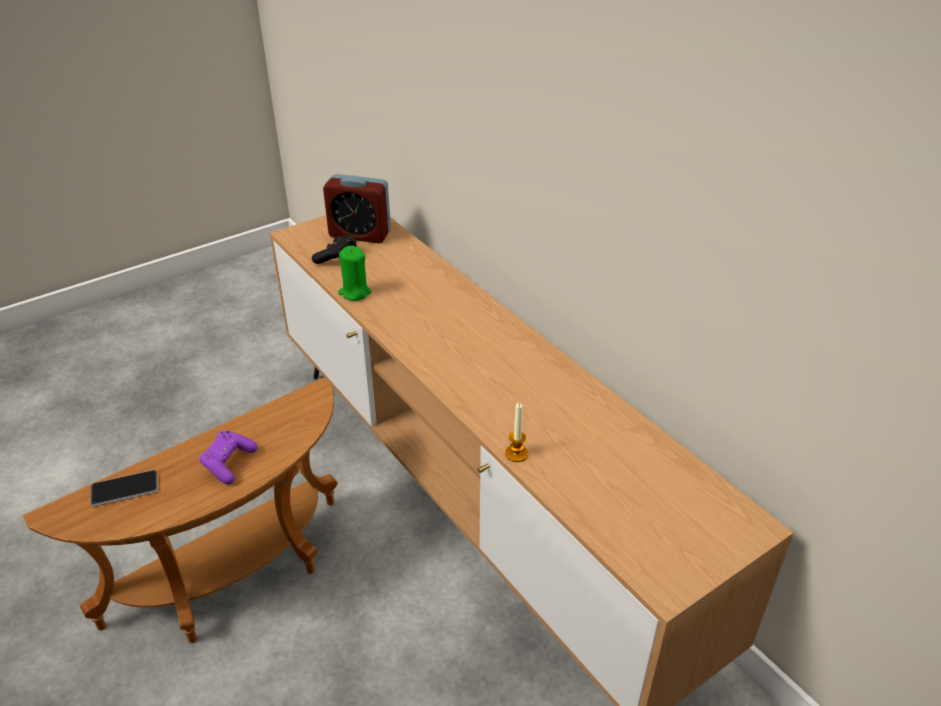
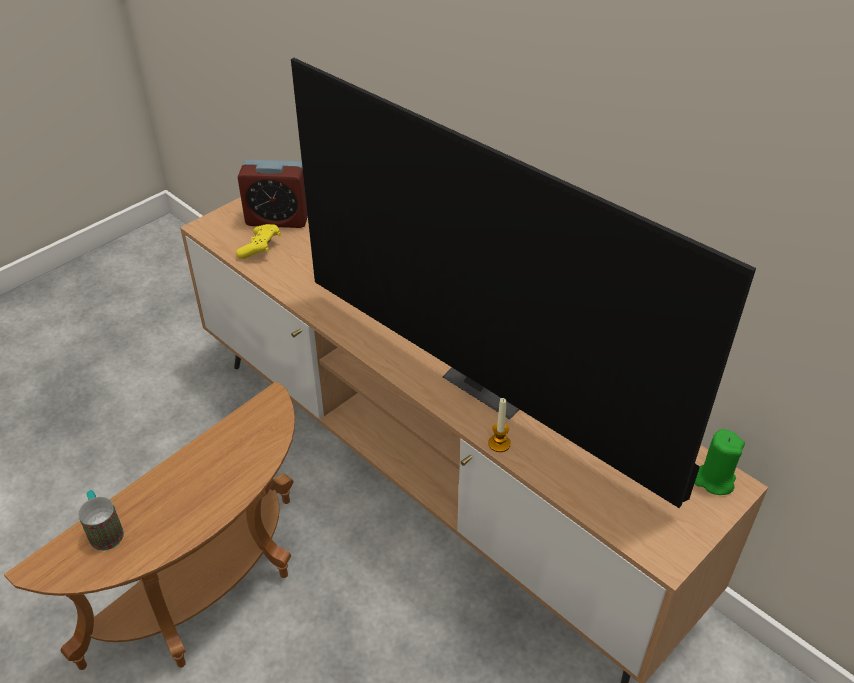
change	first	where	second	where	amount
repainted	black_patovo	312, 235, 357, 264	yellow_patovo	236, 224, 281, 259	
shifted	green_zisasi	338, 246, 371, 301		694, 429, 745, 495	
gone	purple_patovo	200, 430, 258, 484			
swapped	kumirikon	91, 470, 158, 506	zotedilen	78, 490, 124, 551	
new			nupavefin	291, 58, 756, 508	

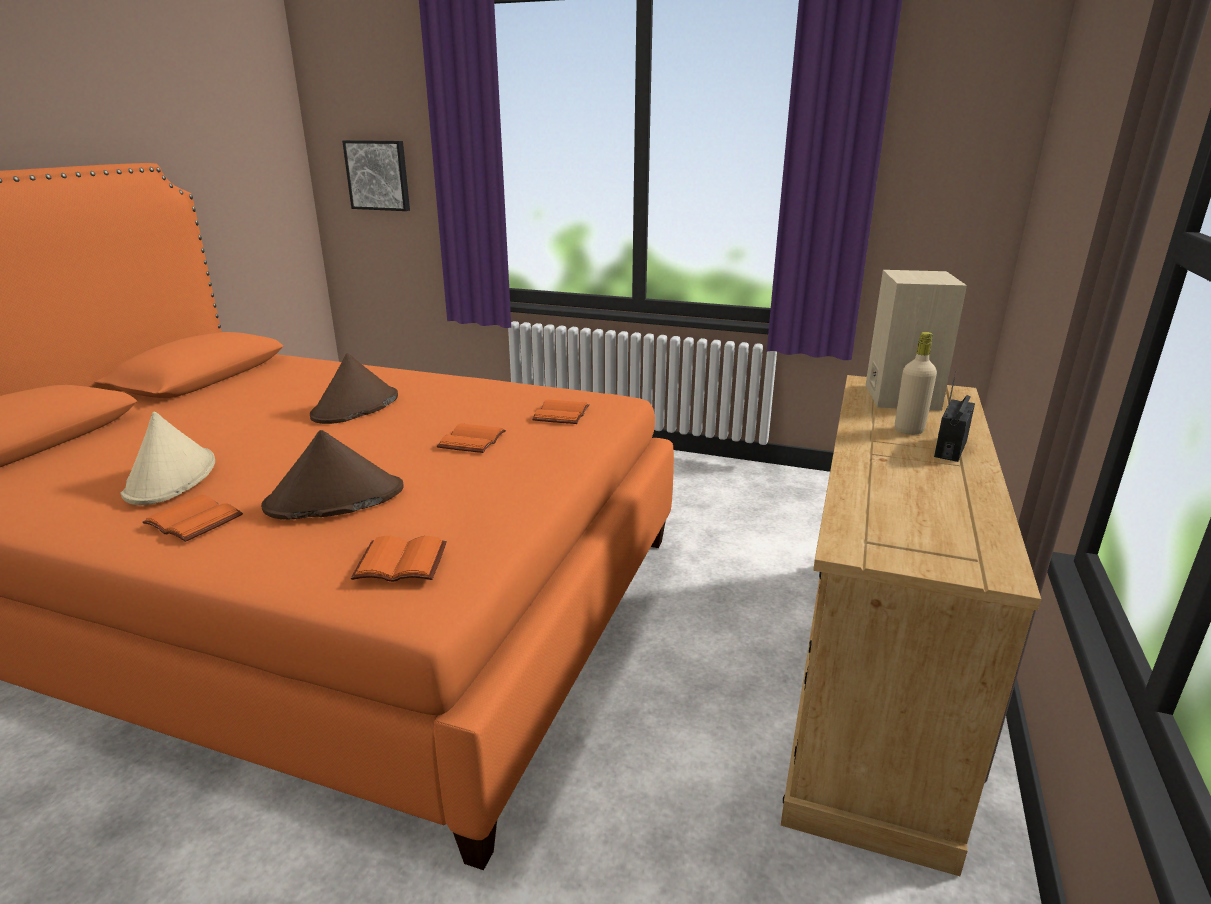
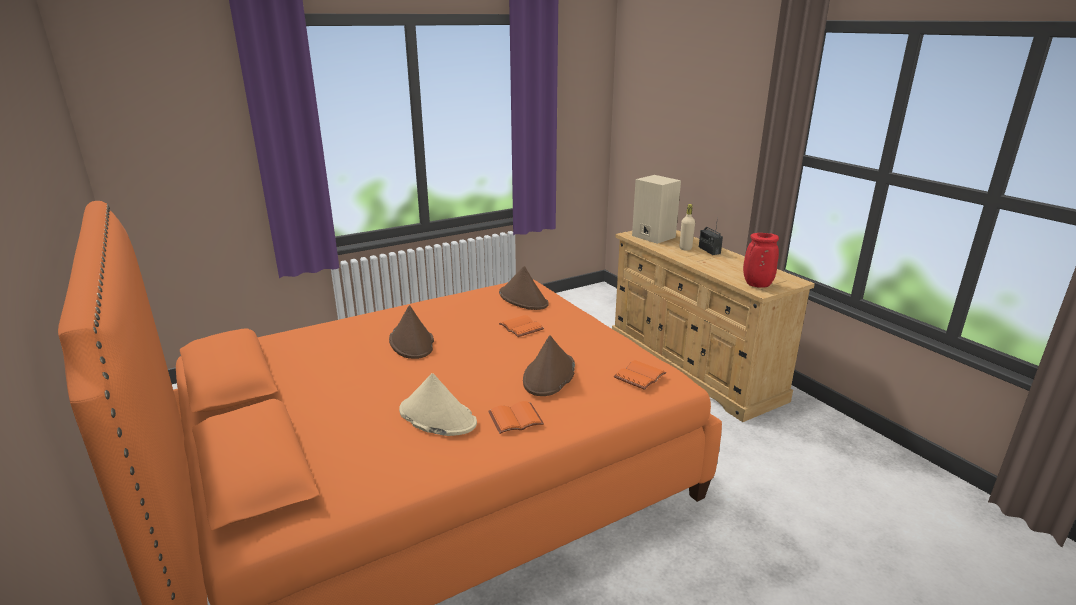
change	first	where	second	where	amount
gone	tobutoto	342, 140, 410, 211			
swapped	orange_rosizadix	532, 399, 590, 424	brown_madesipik	499, 266, 549, 310	
new			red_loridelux	743, 233, 779, 288	

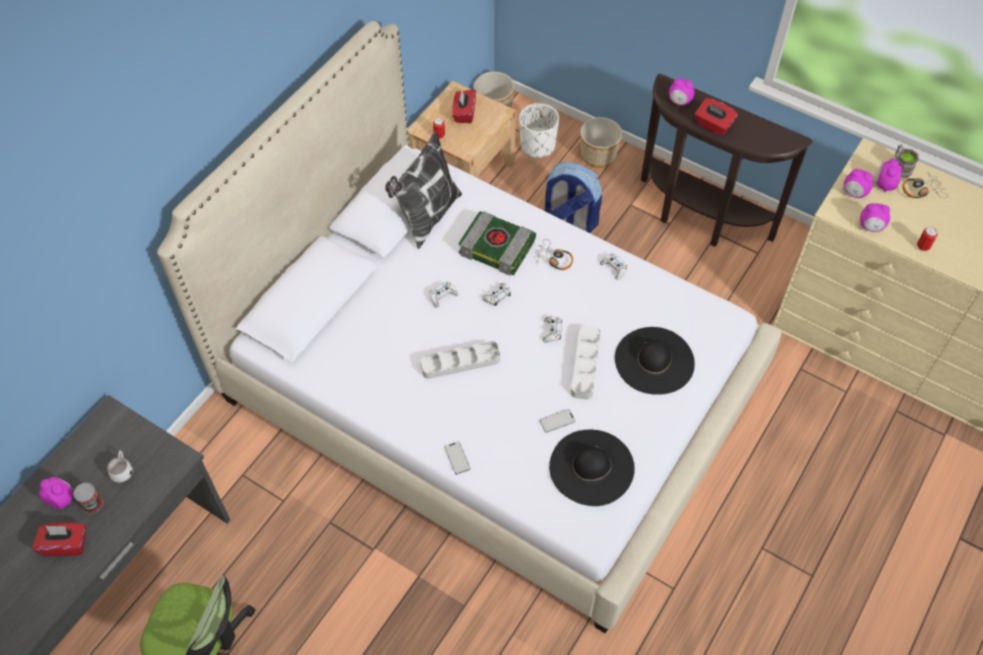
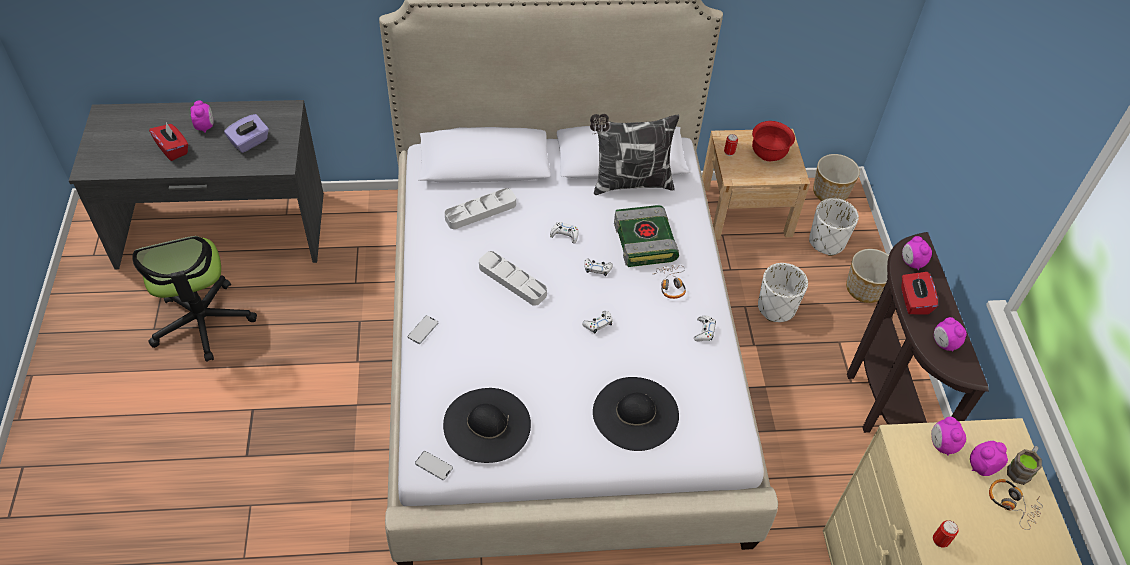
change	first	where	second	where	amount
swapped	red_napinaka	452, 89, 476, 123	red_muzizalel	752, 121, 795, 161	
swapped	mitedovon	544, 162, 602, 233	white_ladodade	758, 263, 808, 322	
shifted	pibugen	860, 203, 890, 232		934, 317, 967, 352	
shifted	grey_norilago	571, 326, 601, 400		444, 188, 516, 229	
shifted	kumirikon	540, 409, 575, 433		415, 451, 453, 480	
swapped	white_zotedilen	107, 450, 133, 483	purple_napinaka	224, 114, 269, 153	
gone	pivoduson	74, 483, 103, 513			

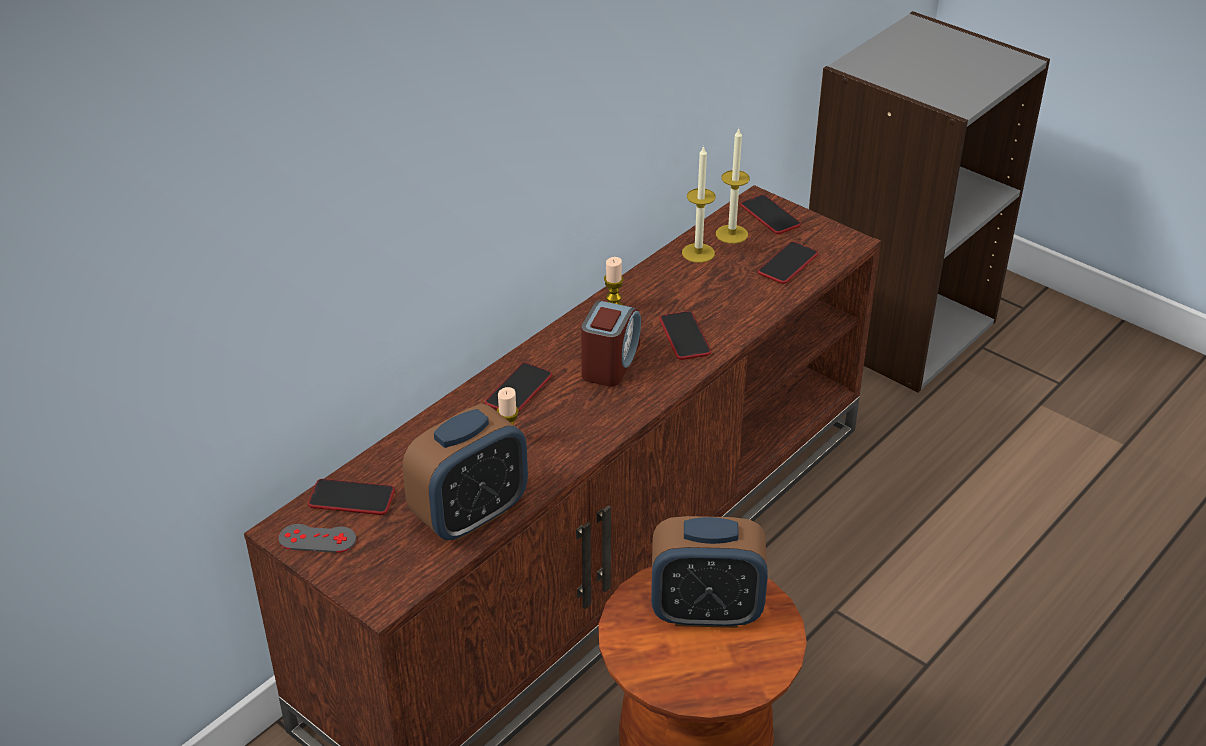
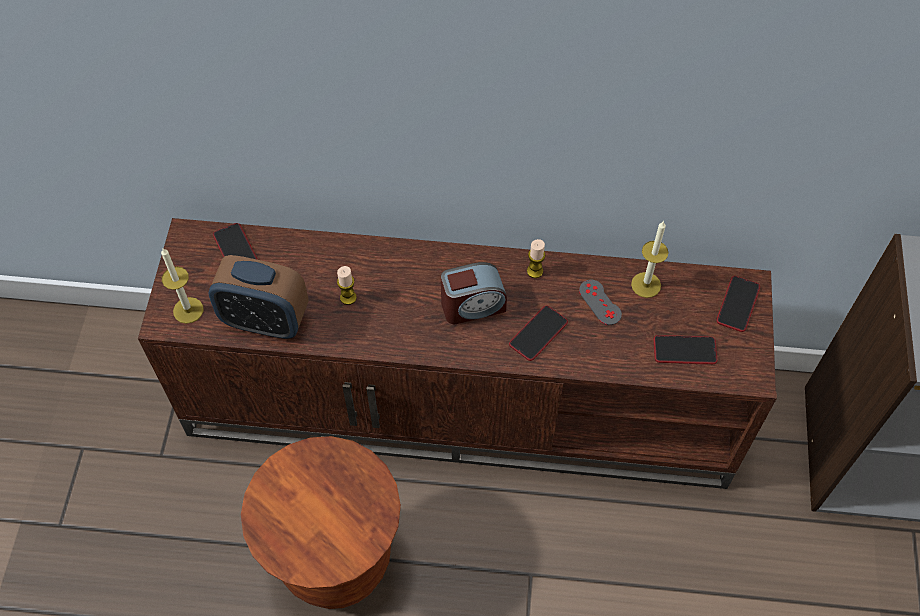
change	first	where	second	where	amount
shifted	zisasi	716, 129, 750, 244		161, 248, 204, 324	
gone	kumirikon	485, 362, 552, 411			
gone	pibugen	651, 516, 768, 628			
shifted	grey_patovo	279, 524, 356, 553		579, 280, 622, 325	

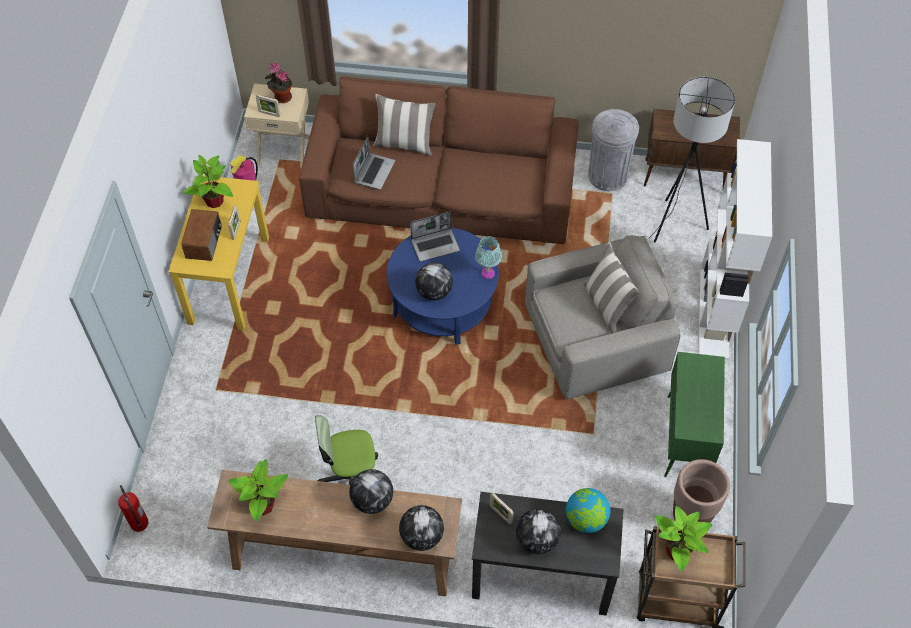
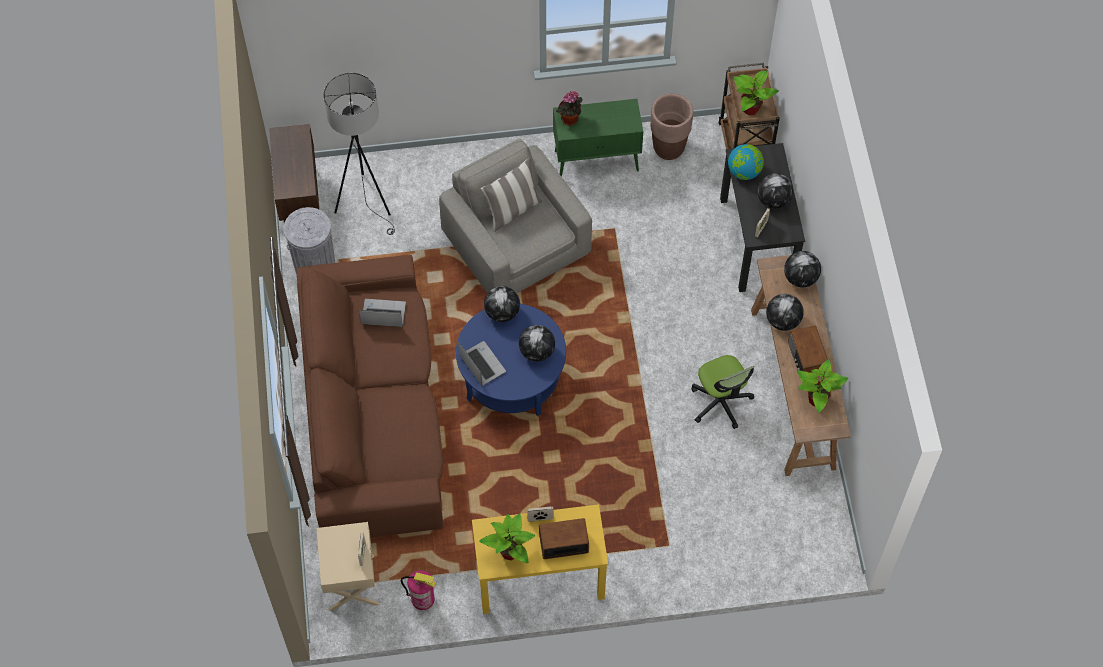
change	first	where	second	where	amount
shifted	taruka	265, 63, 292, 103		556, 91, 583, 126	
gone	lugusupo	373, 94, 436, 156			
shifted	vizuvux	352, 136, 395, 190		359, 299, 406, 327	
gone	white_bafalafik	698, 139, 772, 360			
swapped	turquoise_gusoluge	475, 236, 502, 279	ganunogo	484, 286, 520, 322	
gone	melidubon	118, 485, 149, 532			
new			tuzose	788, 325, 828, 373	

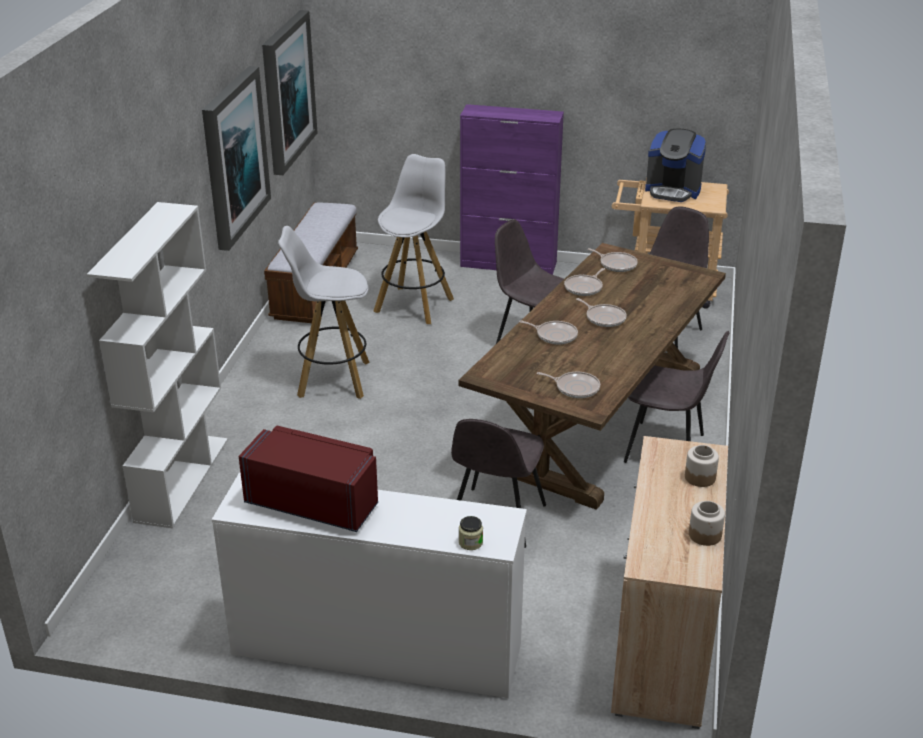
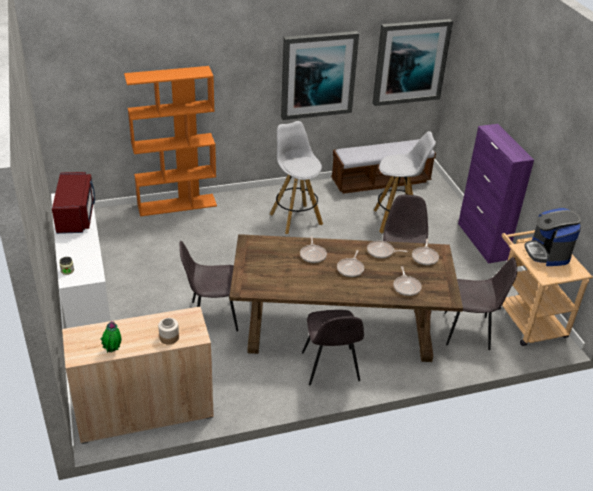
change	first	where	second	where	amount
repainted	white_bafalafik	87, 202, 228, 529	orange_bafalafik	124, 66, 217, 217	
shifted	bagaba	537, 372, 600, 398		393, 266, 422, 296	
swapped	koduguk	689, 501, 725, 546	taruka	101, 321, 122, 353	

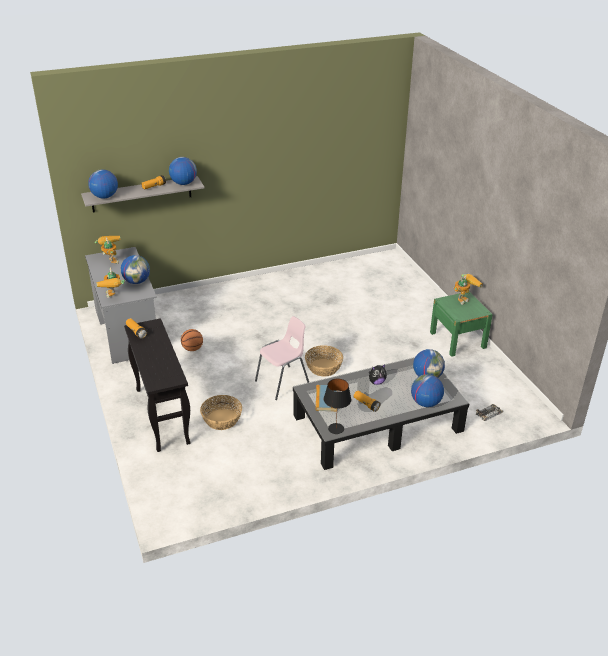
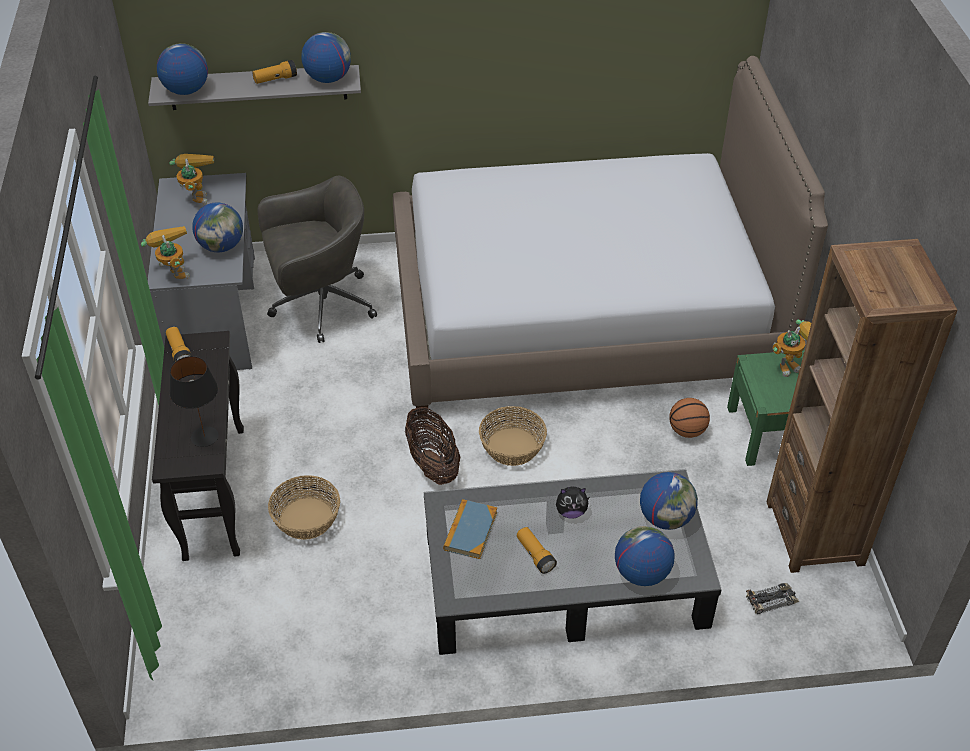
change	first	where	second	where	amount
rotated	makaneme	96, 267, 125, 298		141, 226, 190, 279	150 degrees clockwise
swapped	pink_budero	255, 316, 309, 400	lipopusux	405, 407, 460, 485	
shifted	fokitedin	181, 329, 203, 351		669, 398, 710, 438	
shifted	black_gusoluge	324, 379, 351, 434		170, 356, 219, 447	
new			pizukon	393, 56, 828, 415	
new			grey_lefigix	257, 176, 377, 343	
new			brown_bafalafik	766, 239, 958, 573	

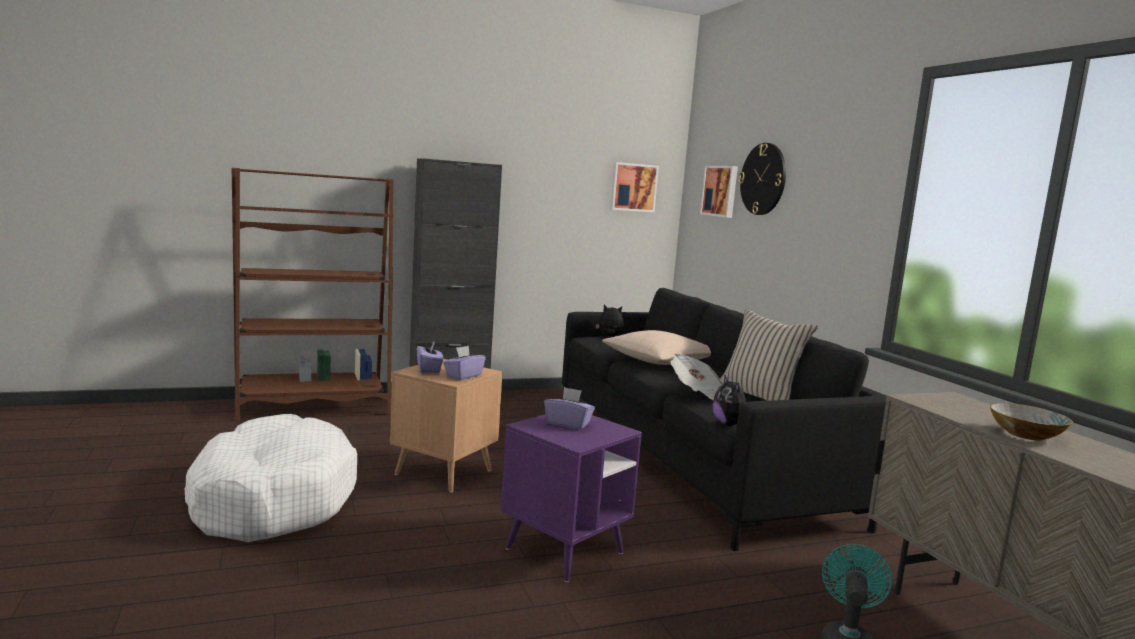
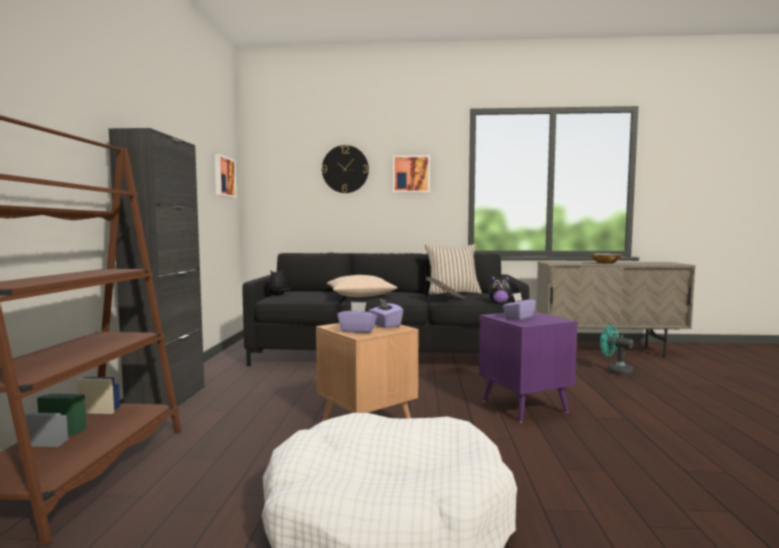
change	first	where	second	where	amount
shifted	tobutoto	700, 166, 738, 218		393, 155, 430, 193	

